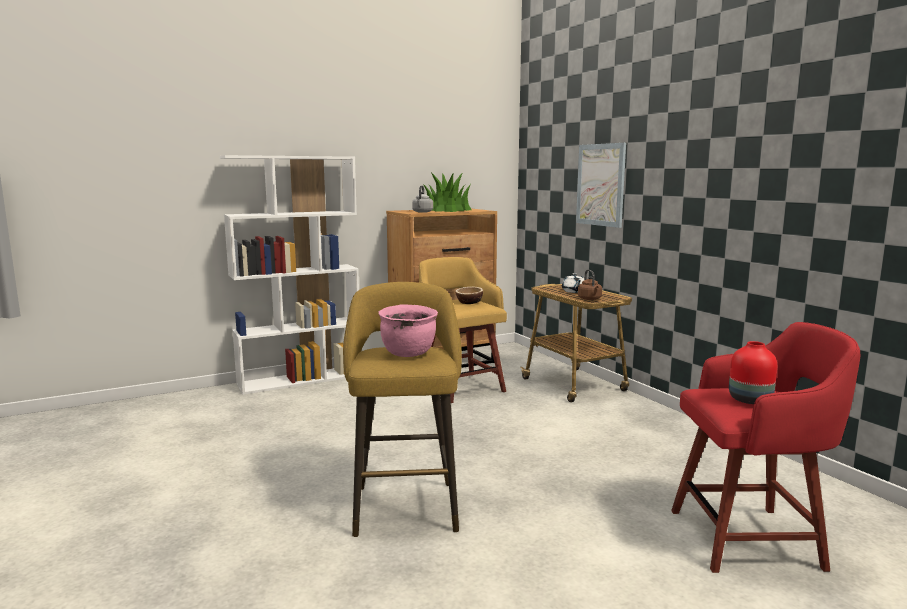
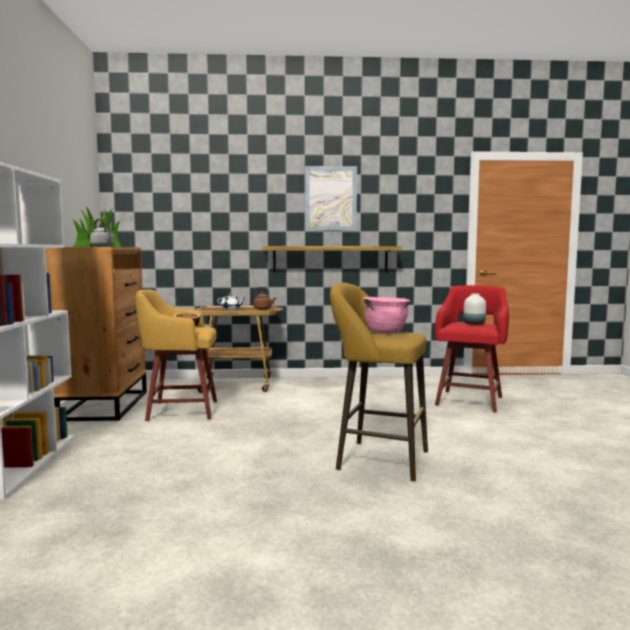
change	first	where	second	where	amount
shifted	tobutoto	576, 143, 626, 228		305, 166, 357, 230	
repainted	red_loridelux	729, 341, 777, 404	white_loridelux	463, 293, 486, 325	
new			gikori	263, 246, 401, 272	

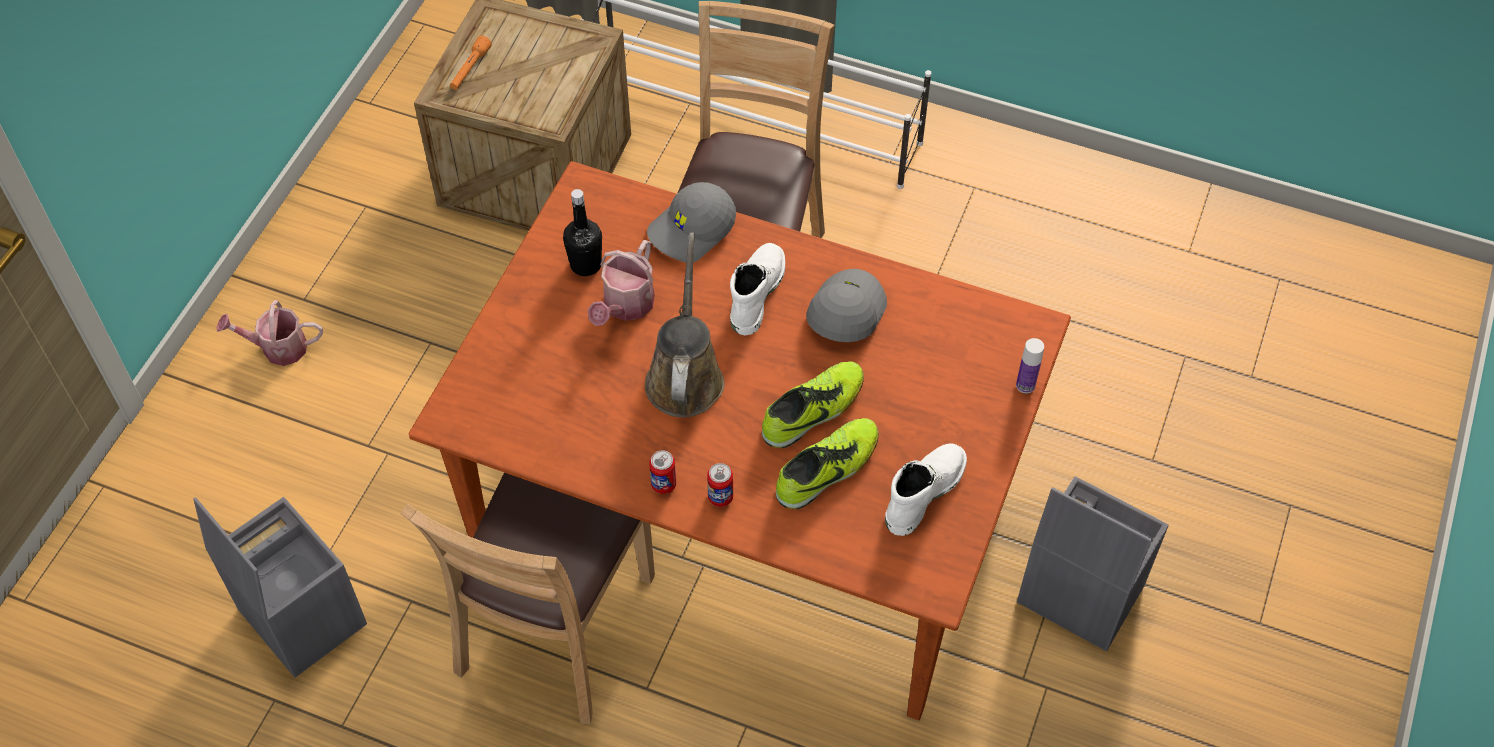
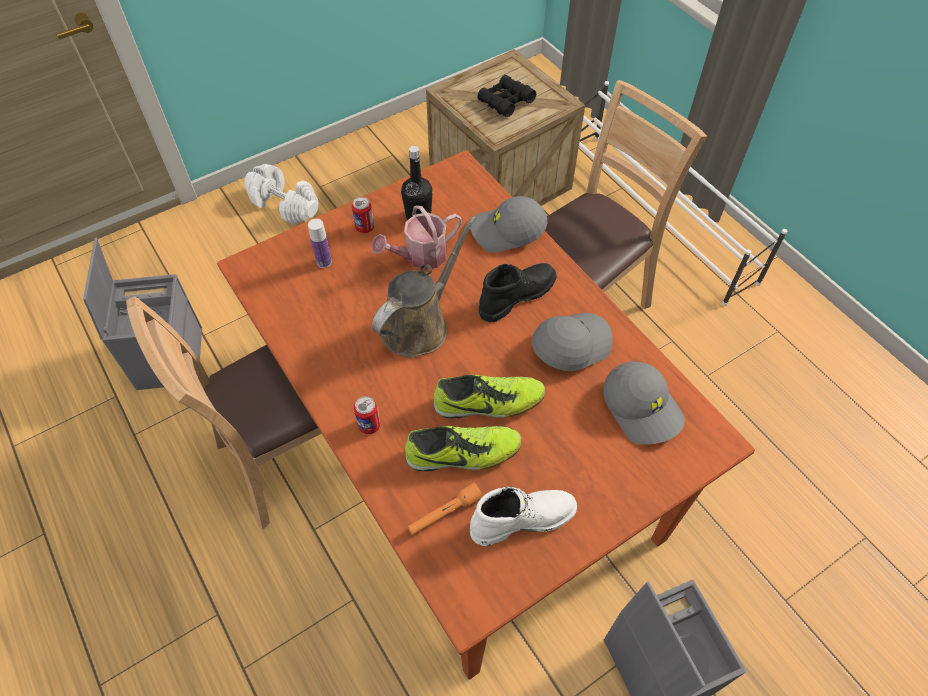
change	first	where	second	where	amount
shifted	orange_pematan	450, 35, 492, 90		407, 482, 483, 535	
repainted	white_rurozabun	730, 243, 785, 335	black_rurozabun	479, 263, 557, 322	
swapped	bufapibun	216, 300, 323, 366	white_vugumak	245, 164, 319, 225	
shifted	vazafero	1016, 338, 1044, 393		308, 219, 332, 268	
shifted	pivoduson	649, 450, 676, 494		352, 197, 374, 233	
new			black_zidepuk	477, 75, 536, 117	
new			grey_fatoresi	603, 361, 685, 444	

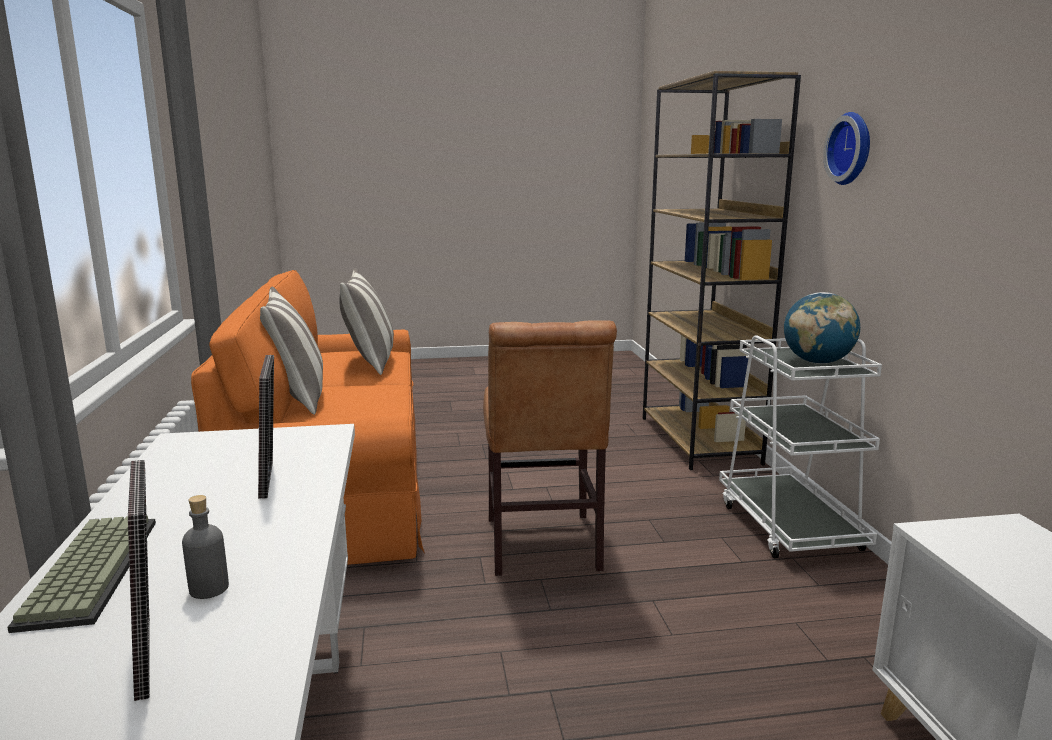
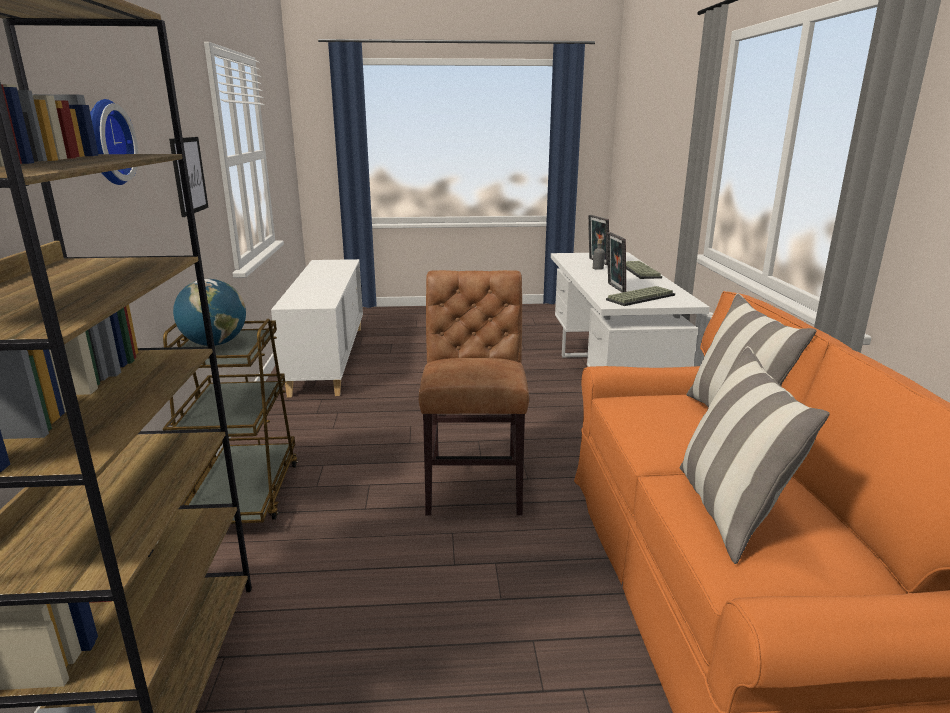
change	first	where	second	where	amount
repainted	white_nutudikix	719, 335, 882, 559	brown_nutudikix	163, 319, 298, 524	
new			tobutoto	169, 137, 208, 217	
new			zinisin	606, 286, 675, 306	

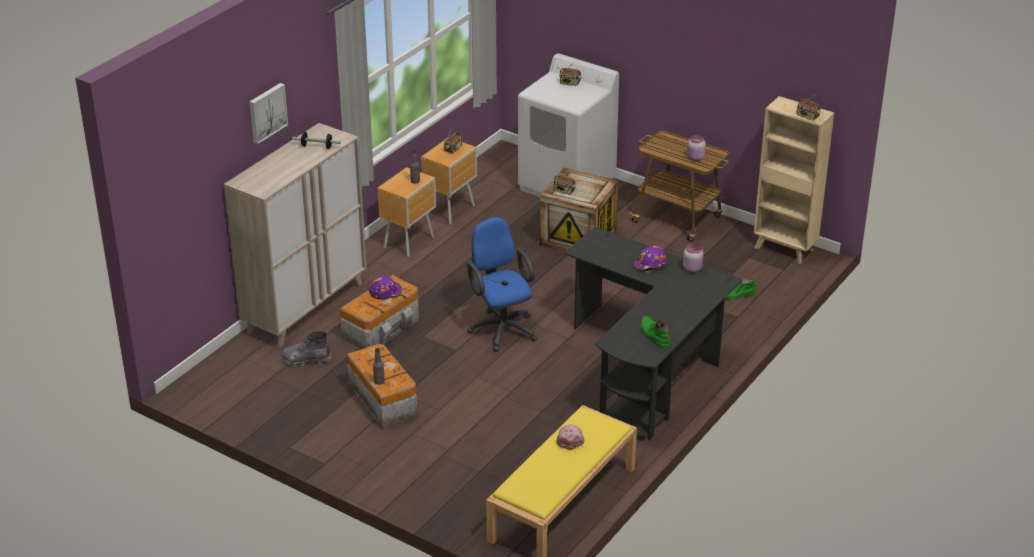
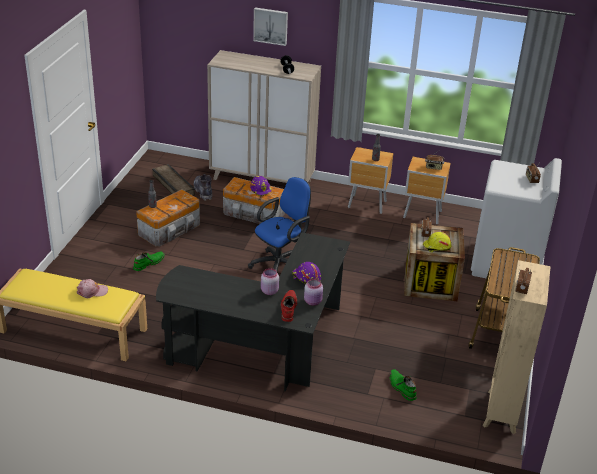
change	first	where	second	where	amount
shifted	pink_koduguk	687, 135, 706, 161		261, 268, 279, 295	
shifted	green_rurozabun	640, 316, 671, 348		133, 252, 165, 271	
new			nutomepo	152, 164, 195, 196	
new			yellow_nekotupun	423, 232, 452, 252	
new			red_rurozabun	281, 290, 297, 322	

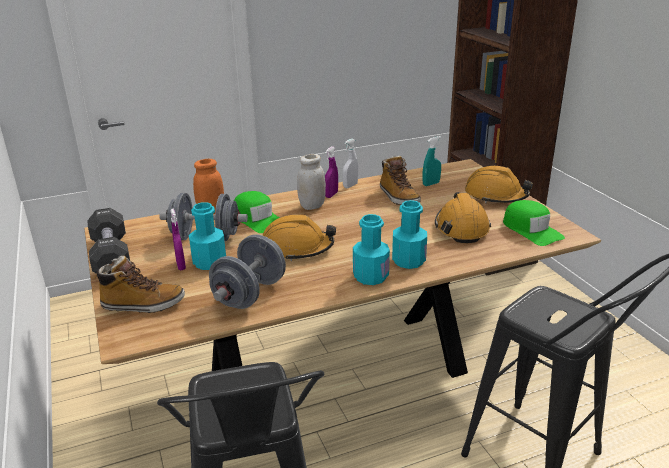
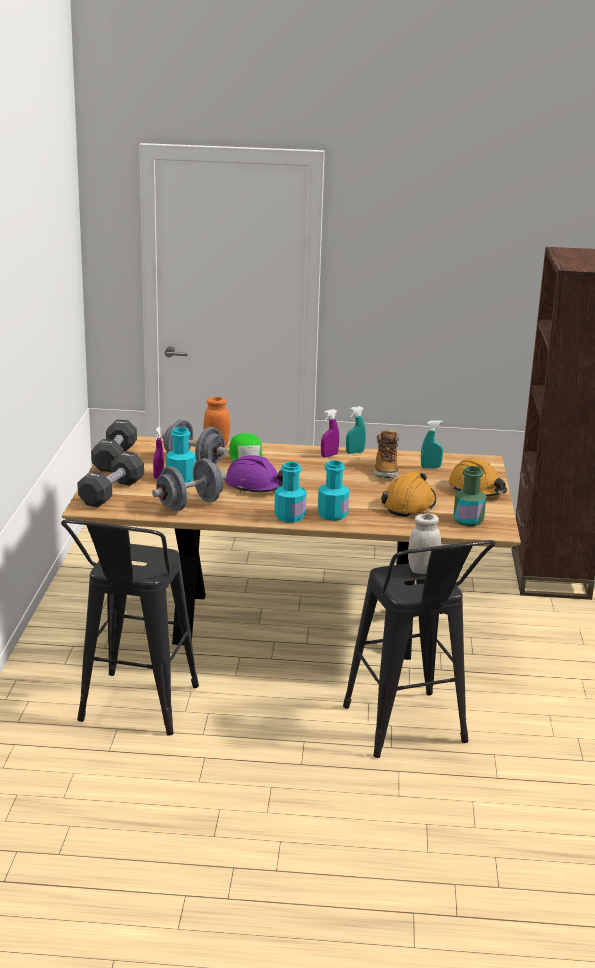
change	first	where	second	where	amount
repainted	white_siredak	342, 139, 358, 188	turquoise_siredak	346, 406, 366, 454	
shifted	white_koduguk	297, 154, 326, 210		408, 514, 441, 574	
swapped	green_fatoresi	503, 200, 565, 246	green_vazafero	453, 466, 486, 526	
repainted	orange_nekotupun	263, 215, 336, 261	purple_nekotupun	225, 455, 283, 492	
swapped	rurozabun	94, 256, 185, 313	black_vugumak	77, 451, 144, 507	

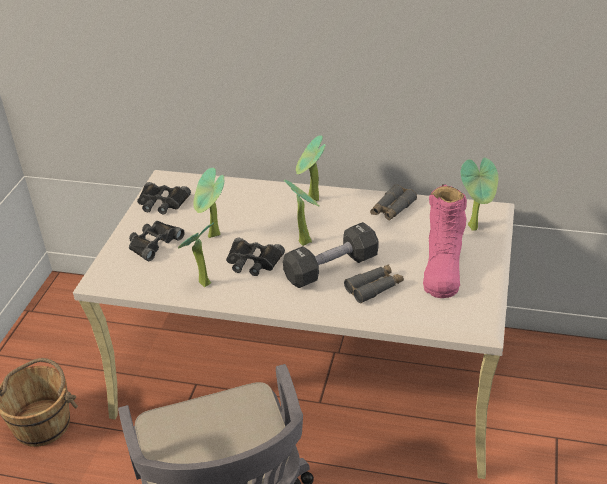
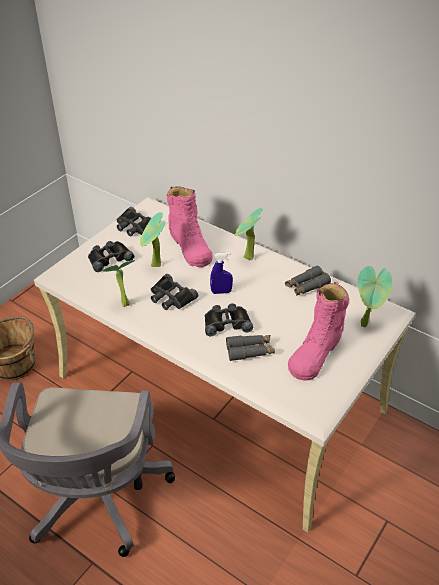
change	first	where	second	where	amount
swapped	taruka	284, 180, 319, 246	blue_siredak	210, 253, 233, 294	
swapped	black_vugumak	283, 222, 378, 288	black_zidepuk	205, 303, 253, 336	
new			pink_rurozabun	167, 186, 213, 267	

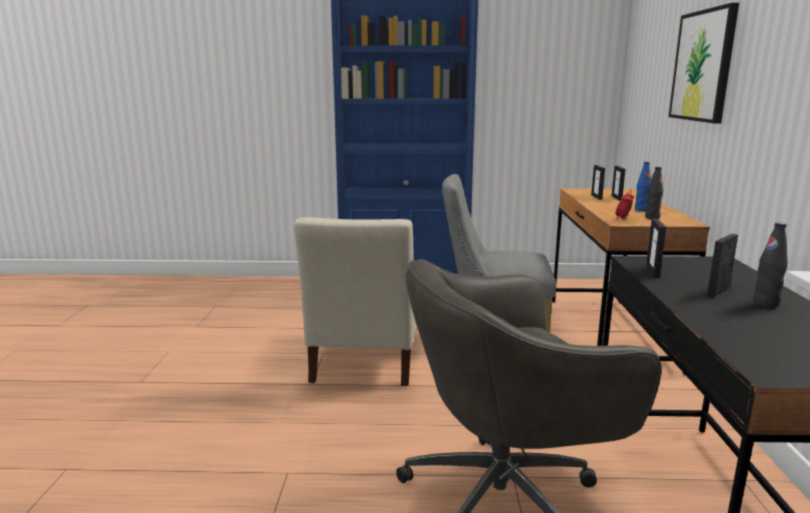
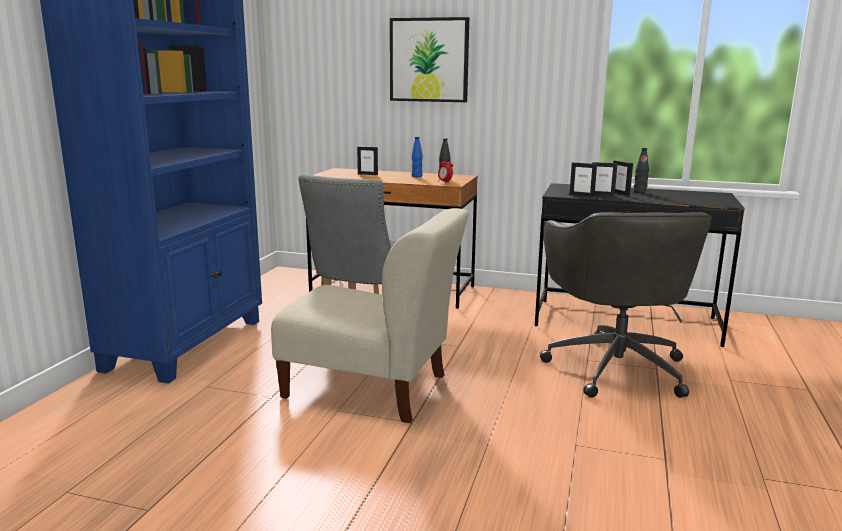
change	first	where	second	where	amount
shifted	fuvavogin	591, 165, 605, 199		592, 162, 617, 196	

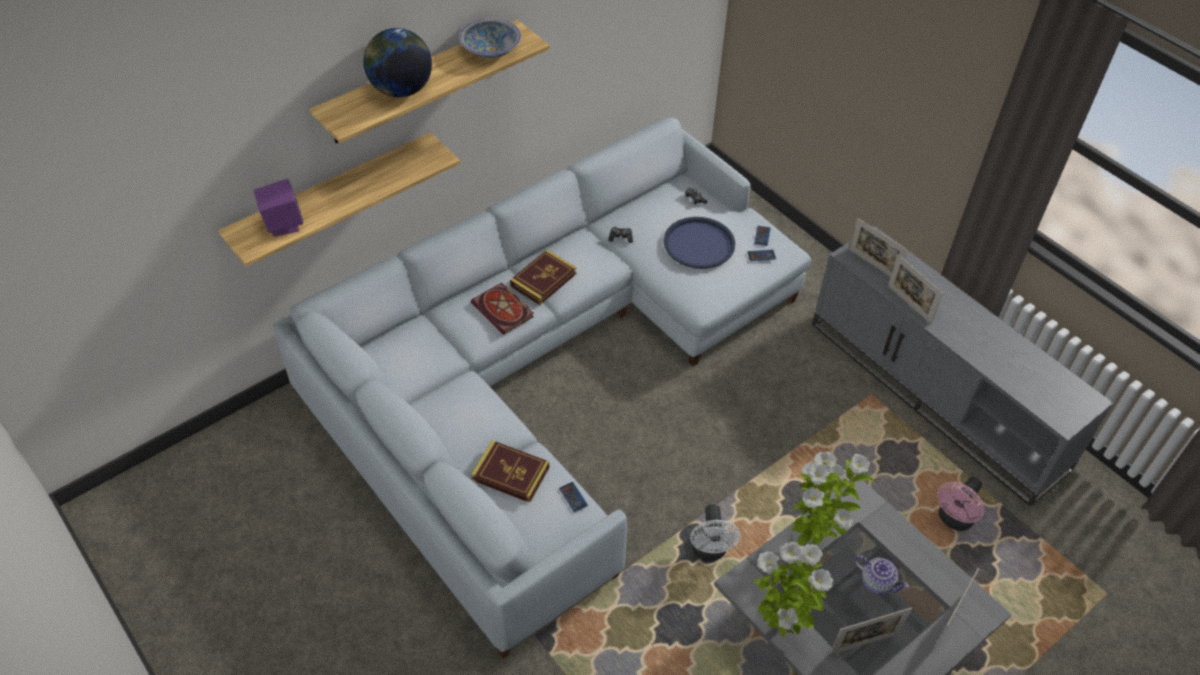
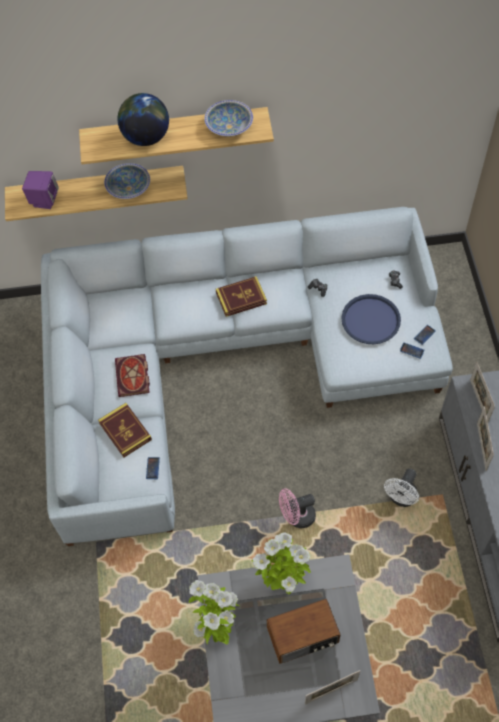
change	first	where	second	where	amount
shifted	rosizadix	471, 283, 534, 335		115, 354, 150, 397	
shifted	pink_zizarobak	937, 477, 984, 531		279, 488, 316, 528	
shifted	white_zizarobak	690, 504, 741, 561		384, 469, 419, 507	
swapped	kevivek	854, 555, 909, 595	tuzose	267, 599, 340, 663	
gone	fuvavogin	830, 608, 912, 655			
new			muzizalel	104, 163, 150, 199	

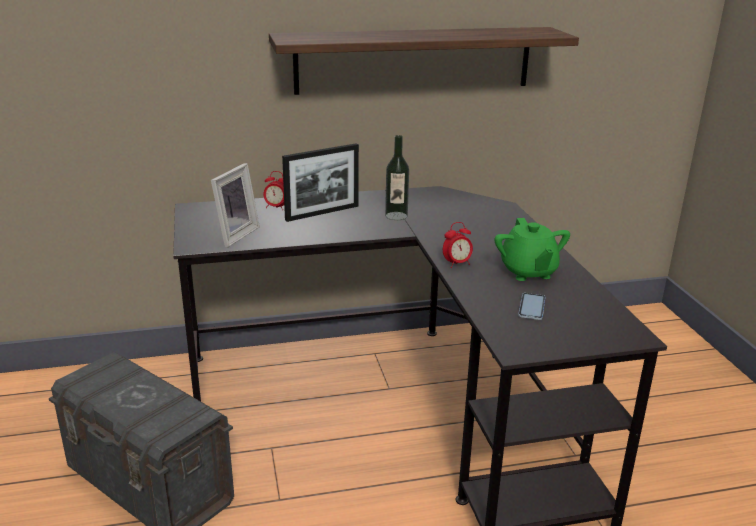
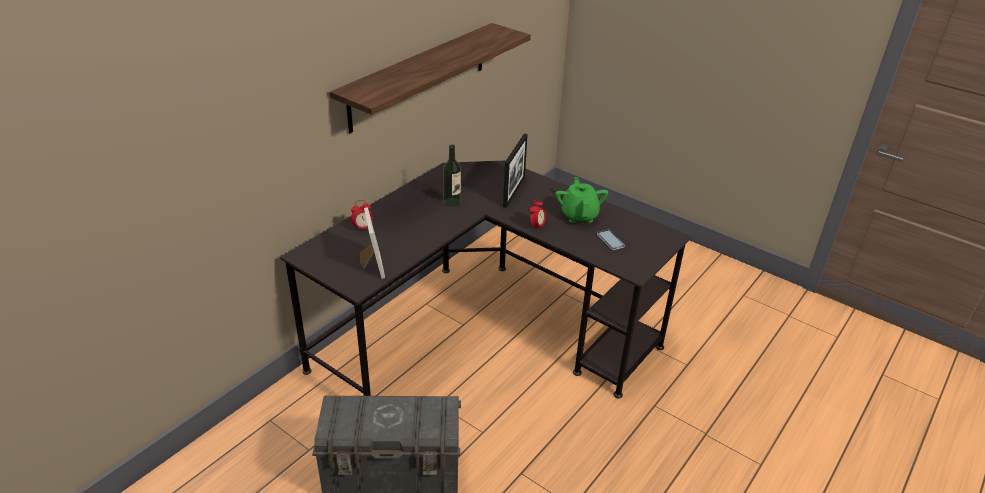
change	first	where	second	where	amount
shifted	fuvavogin	282, 143, 359, 222		503, 134, 528, 208	
rotated	green_kevivek	495, 218, 570, 281		555, 177, 608, 223	135 degrees counterclockwise

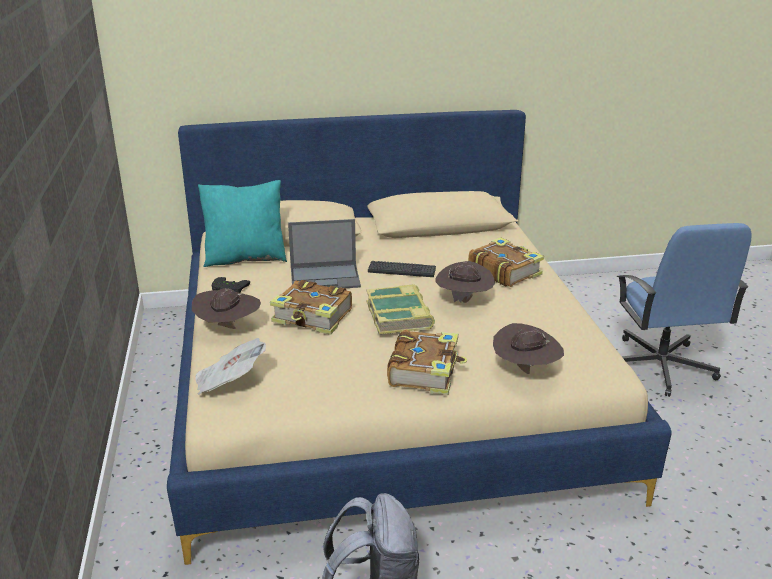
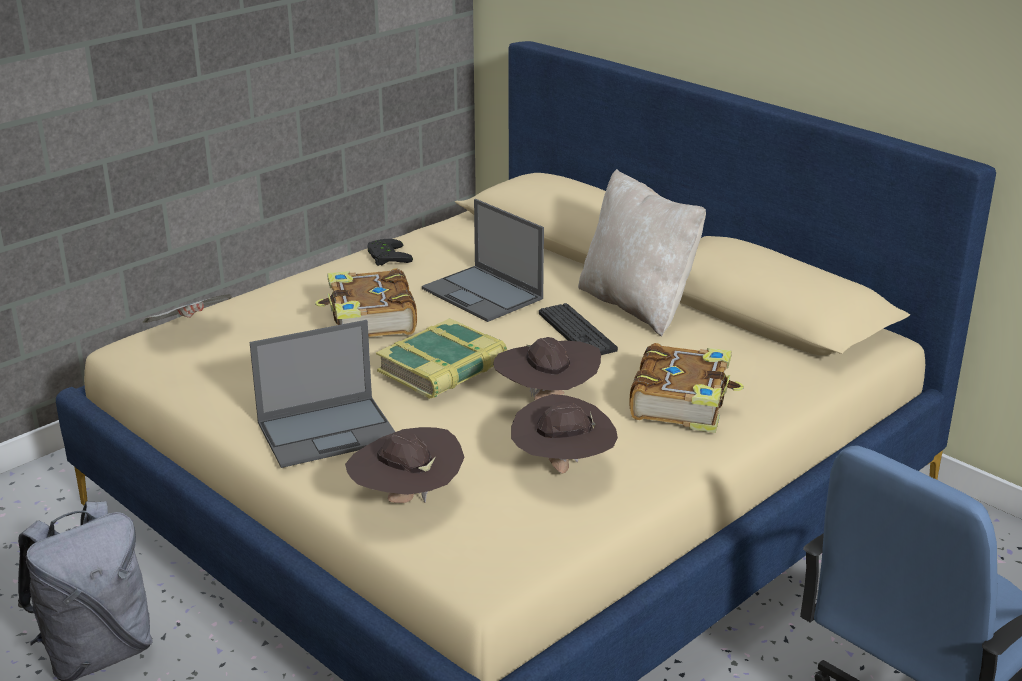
change	first	where	second	where	amount
gone	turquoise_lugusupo	198, 180, 287, 267			
shifted	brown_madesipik	192, 288, 261, 329		511, 394, 618, 473	
swapped	rosizadix	387, 330, 467, 395	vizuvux	249, 320, 395, 468	
new			beige_lugusupo	578, 169, 706, 336	

